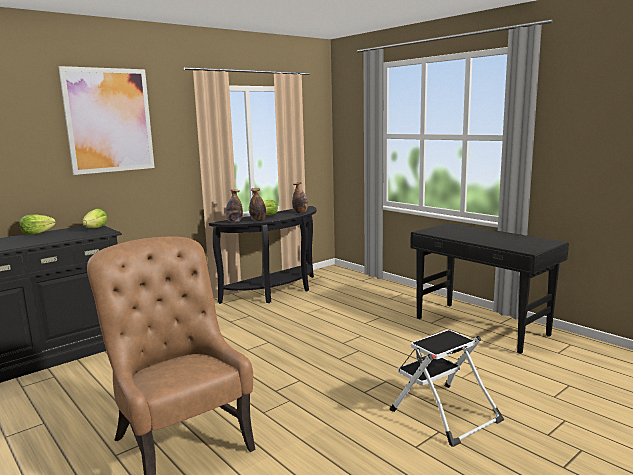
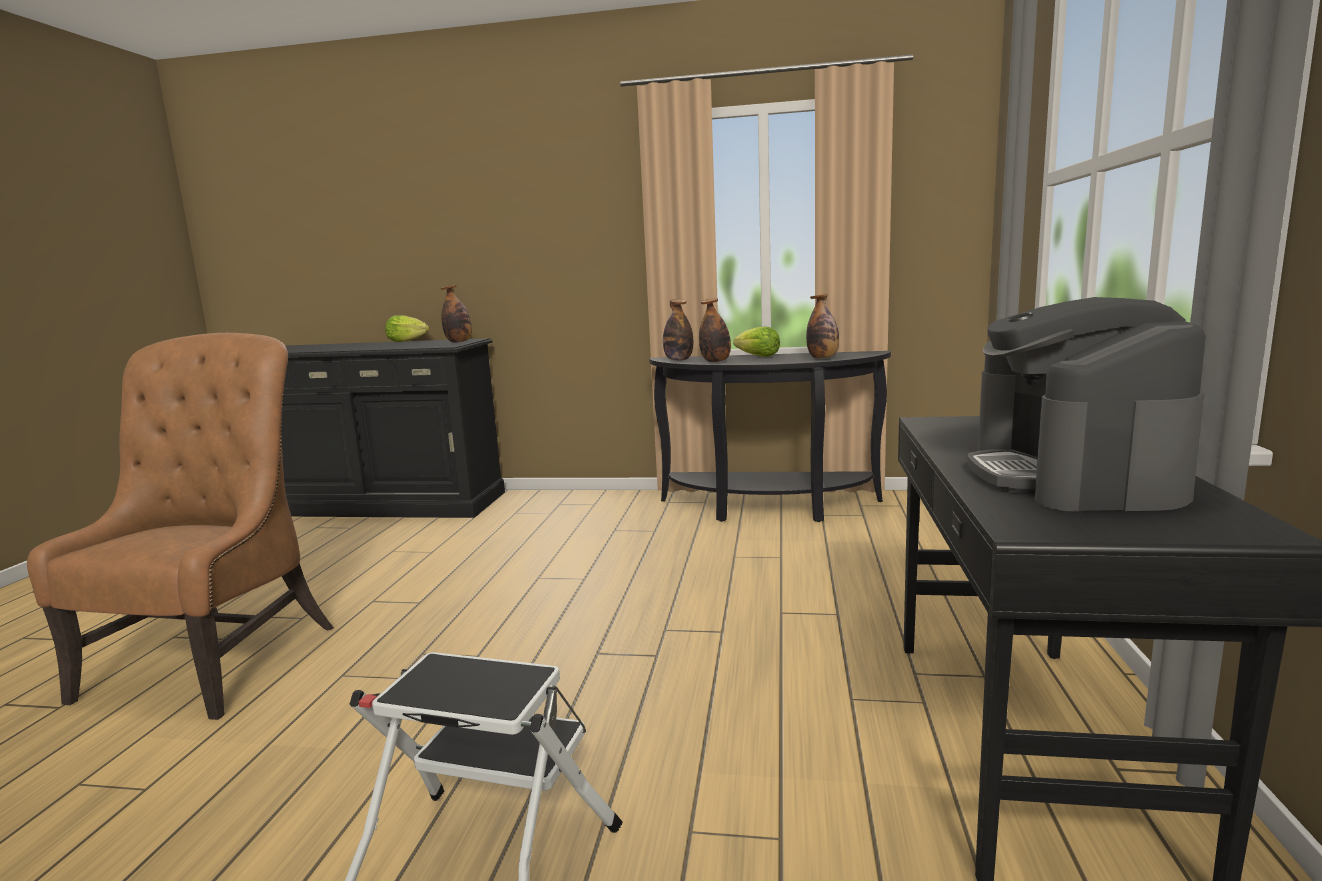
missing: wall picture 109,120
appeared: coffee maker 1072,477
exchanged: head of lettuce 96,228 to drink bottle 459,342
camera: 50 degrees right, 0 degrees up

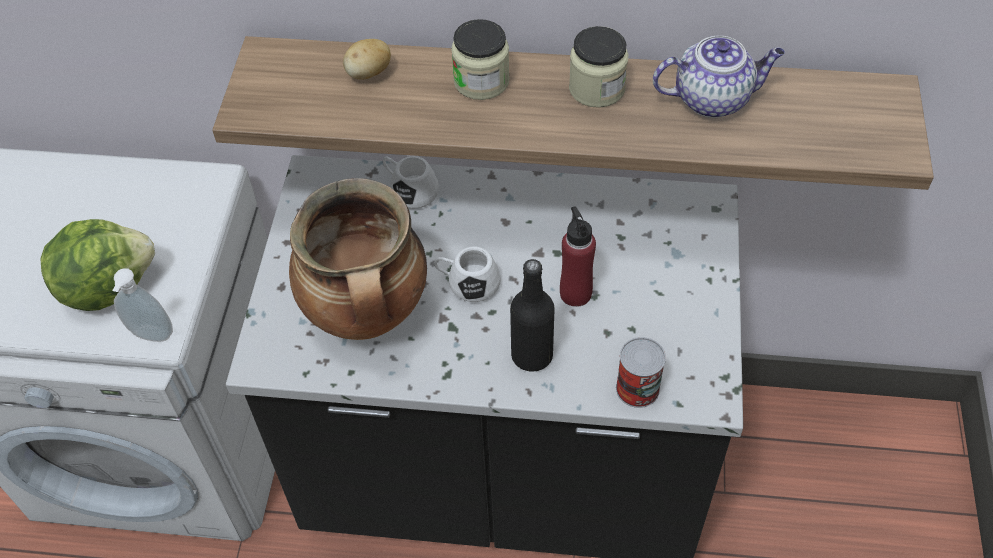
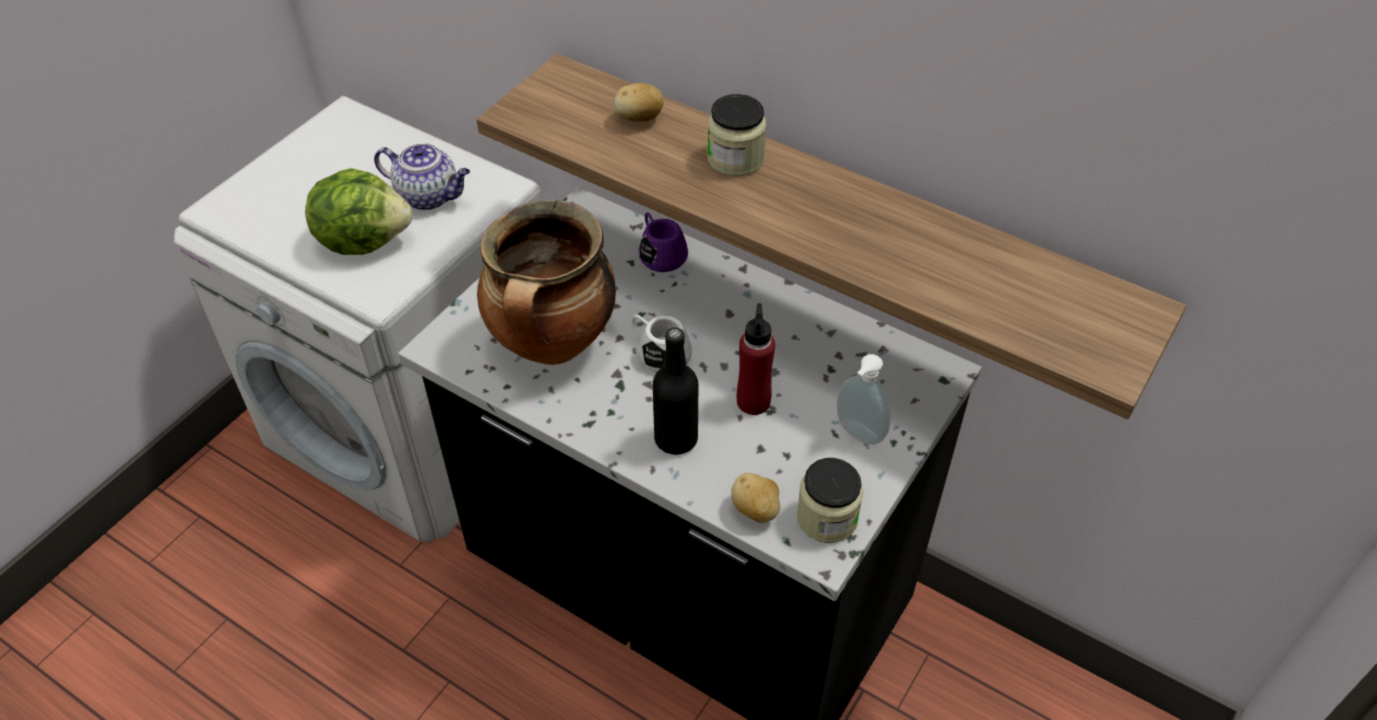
relocated: teapot 713,98 to 430,196; jar 597,88 to 827,518; soap dispenser 151,336 to 857,435
exchanged: metal can 637,388 to potato 756,510
colour: whitish mug 409,189 to purple mug 660,253
camera: 25 degrees right, 5 degrees down

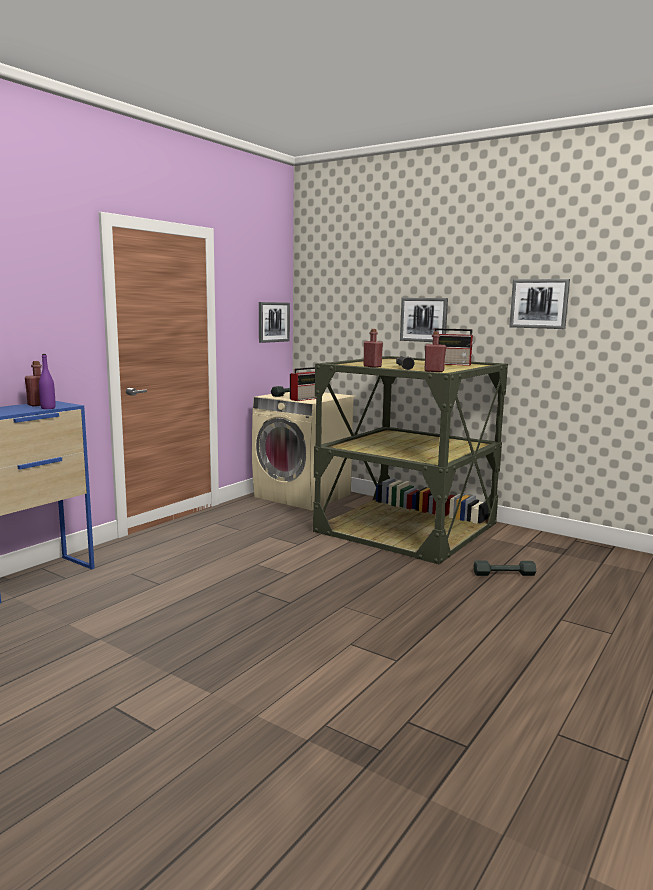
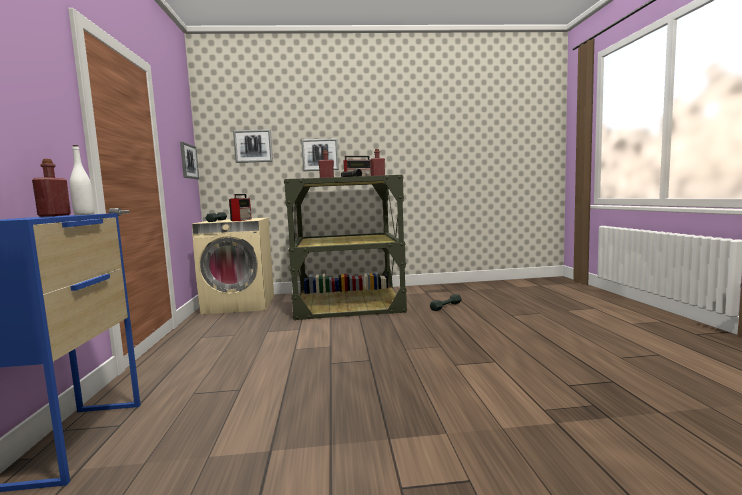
relocated: wall picture 539,303 to 253,146
colour: purple drink bottle 48,408 to whitish drink bottle 84,214
camera: 40 degrees left, 5 degrees down

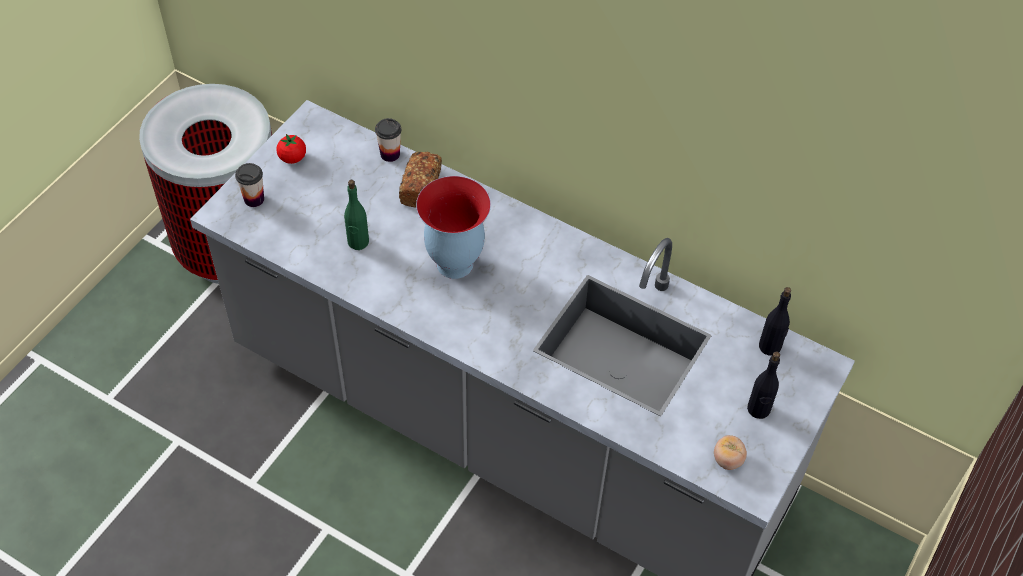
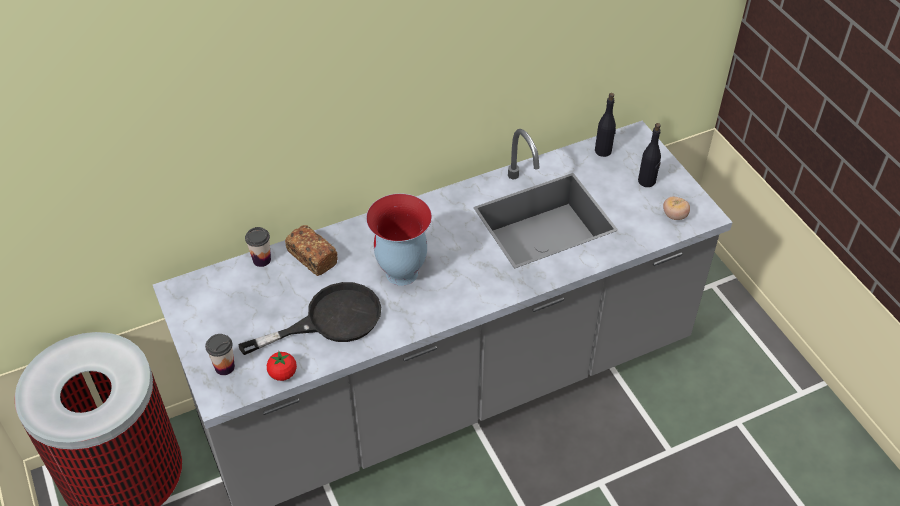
relocated: fresh tomato 292,158 to 283,374
exchanged: green-coloured drink bottle 358,242 to blackish skillet 330,320
camera: 55 degrees left, 5 degrees down

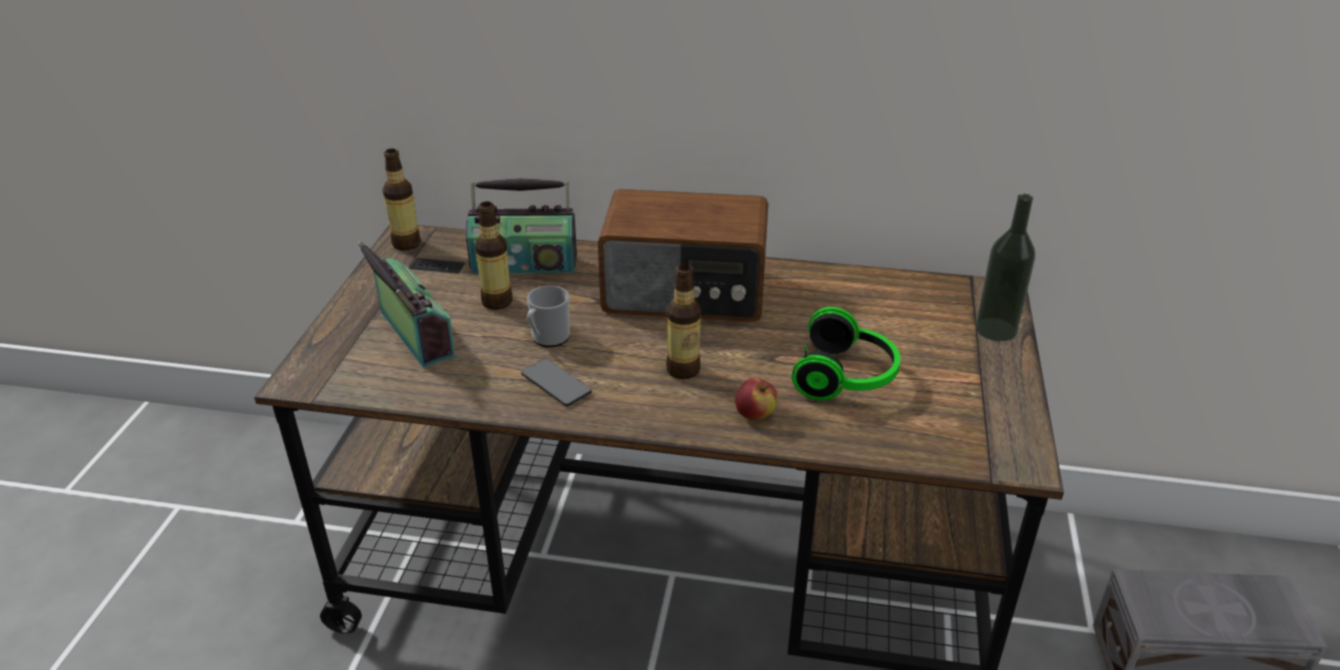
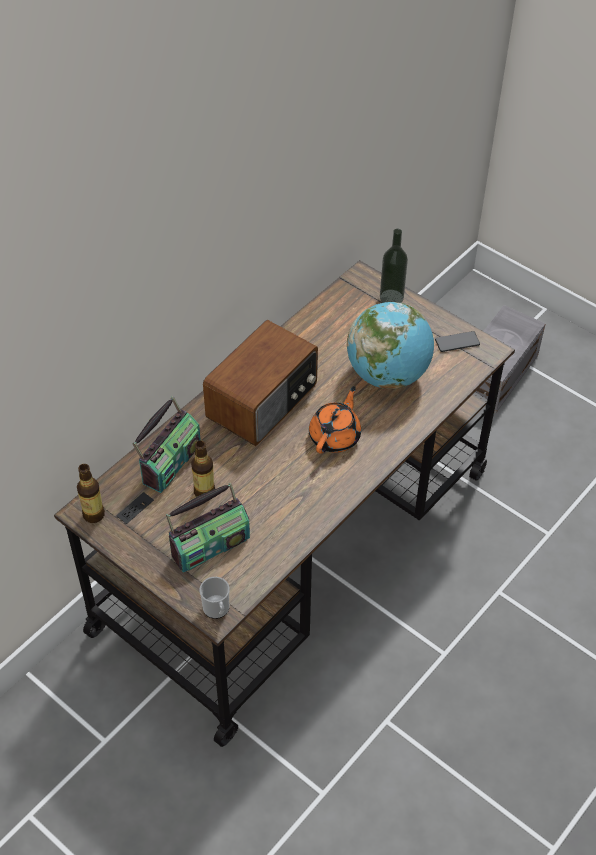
missing: apple 755,415
relocated: mug 548,339 to 217,610; handset 556,383 to 457,342
exchanged: drink bottle 683,370 to orangey teapot 335,436; headset 847,377 to desk globe 388,375
spun: radio 413,335 = 209,545 150 degrees clockwise
camera: 60 degrees left, 15 degrees up

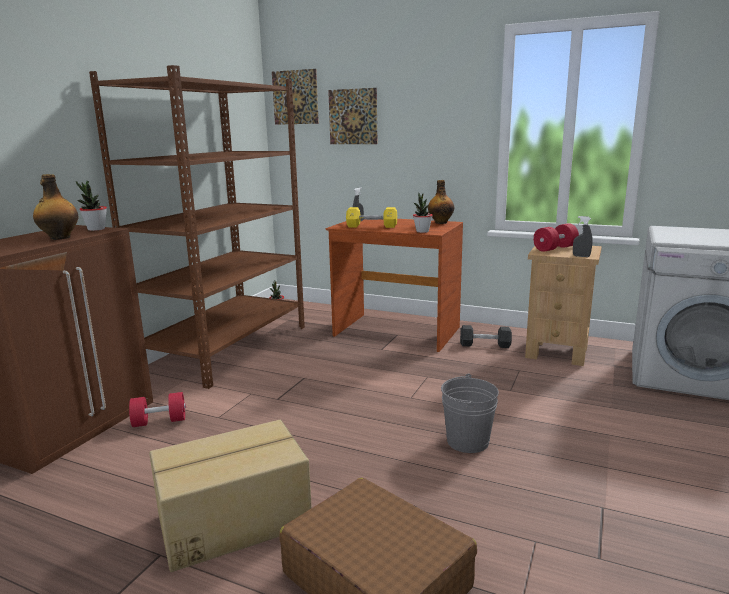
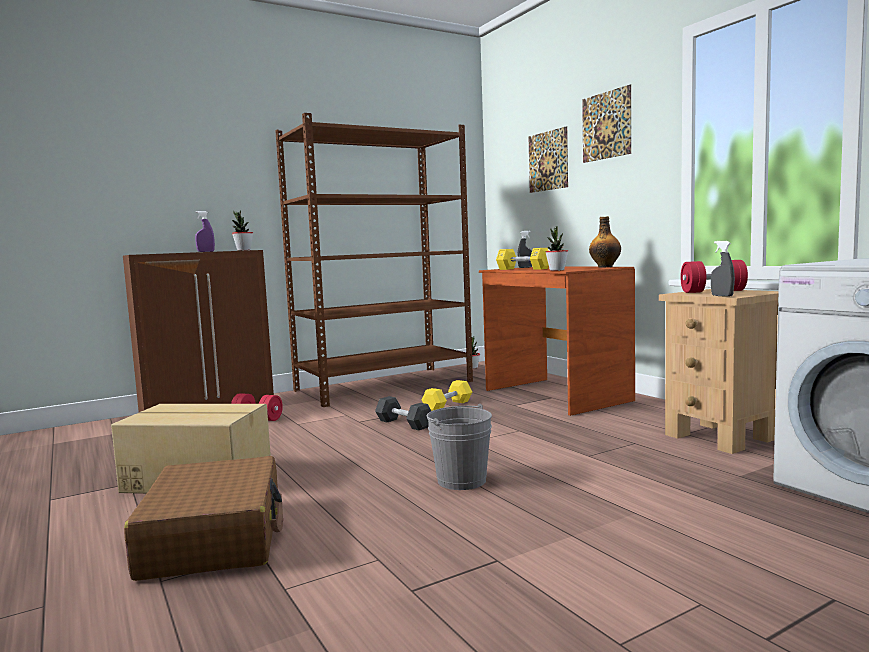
appeared: yellow free weight 447,406
relocated: blackish free weight 485,345 to 404,424; wall picture 295,97 to 606,125
exchanged: drink bottle 59,238 to purple spray bottle 205,251
camera: 35 degrees right, 10 degrees down

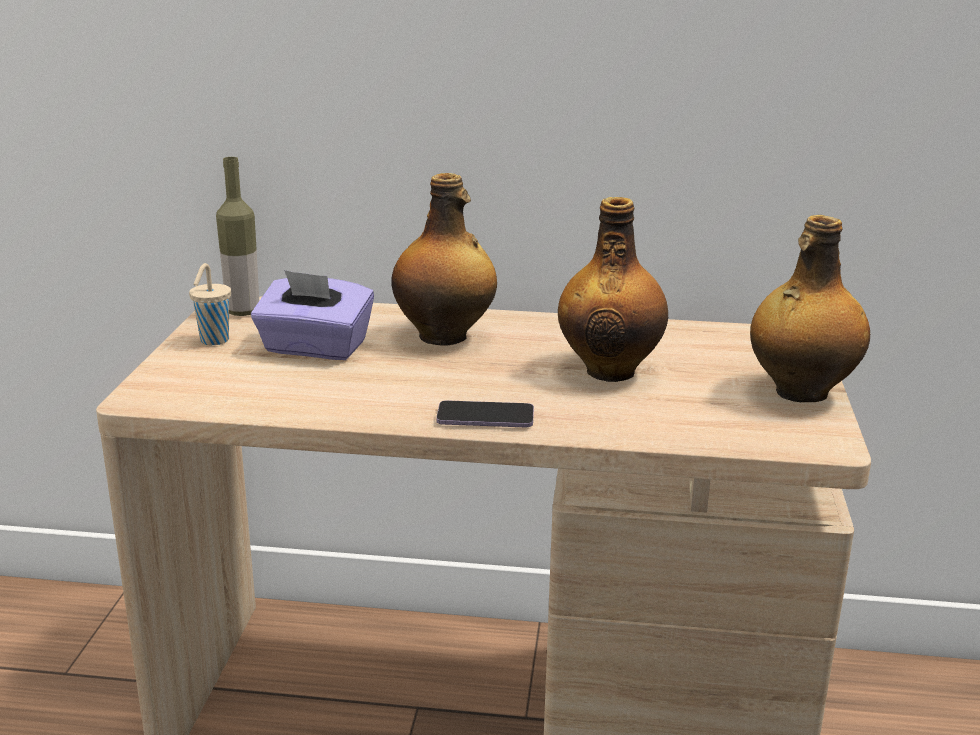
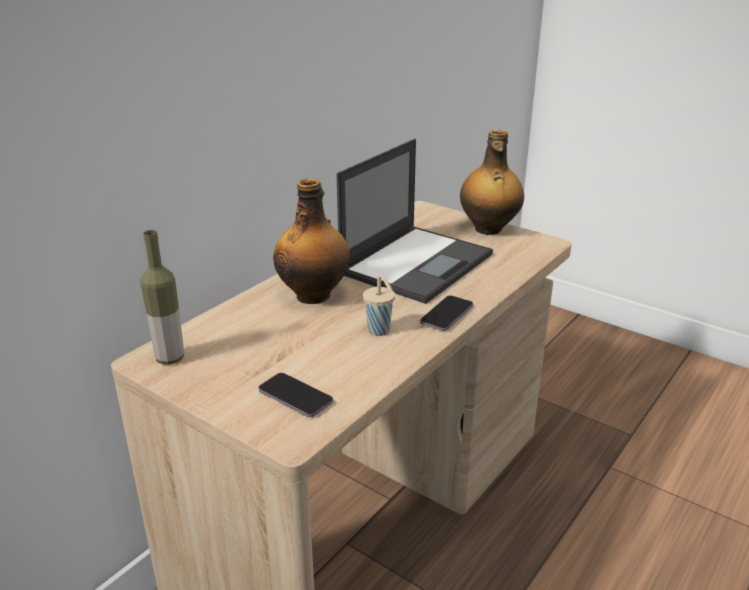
missing: purple box of tissues 314,348
appeared: handset 295,397
relocated: beige-coloured cup 213,341 to 380,331
exchanged: drink bottle 610,370 to portable computer 417,263
camera: 60 degrees left, 5 degrees up

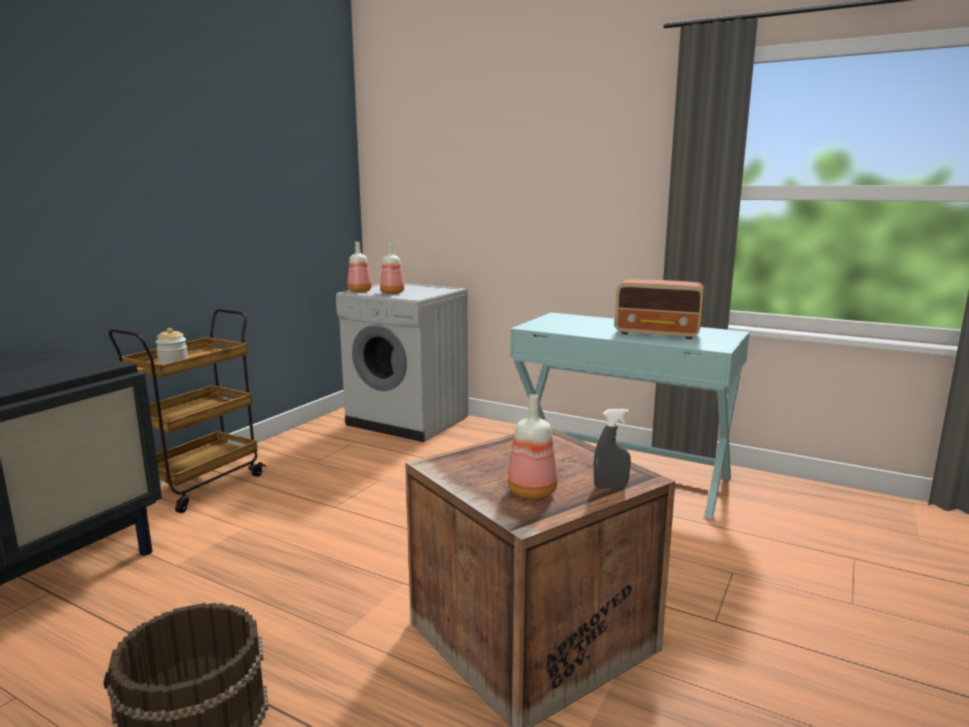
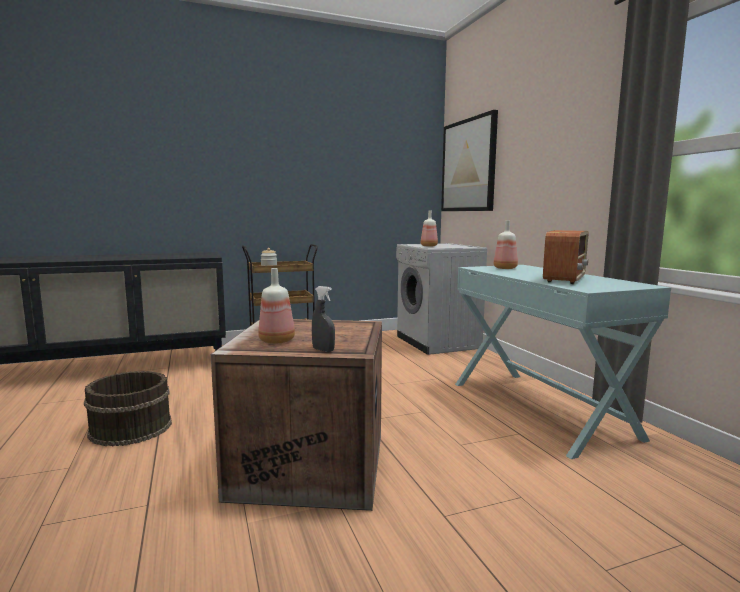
appeared: wall picture 468,165
relocated: drink bottle 360,291 to 506,268
spun: radio 658,334 = 565,279 120 degrees counterclockwise
camera: 40 degrees right, 5 degrees down

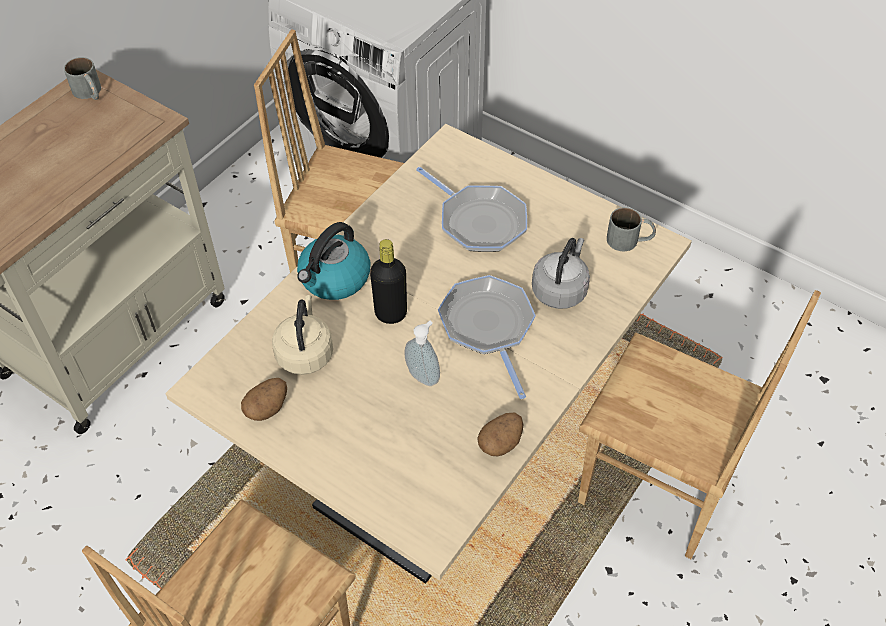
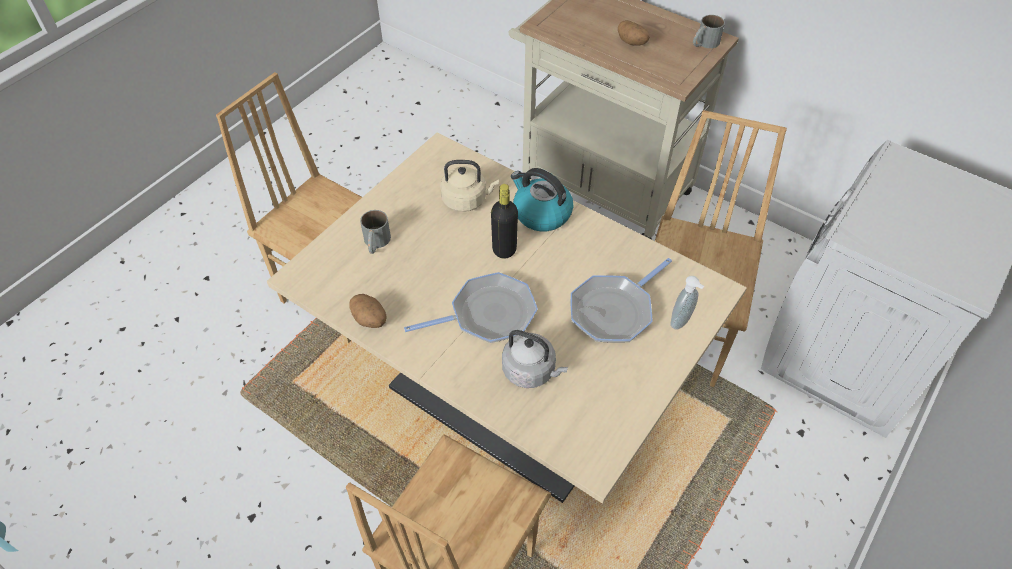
relocated: grey mug 630,240 to 376,243; potato 267,408 to 632,42; soap dispenser 424,375 to 682,322
camera: 90 degrees right, 0 degrees up

